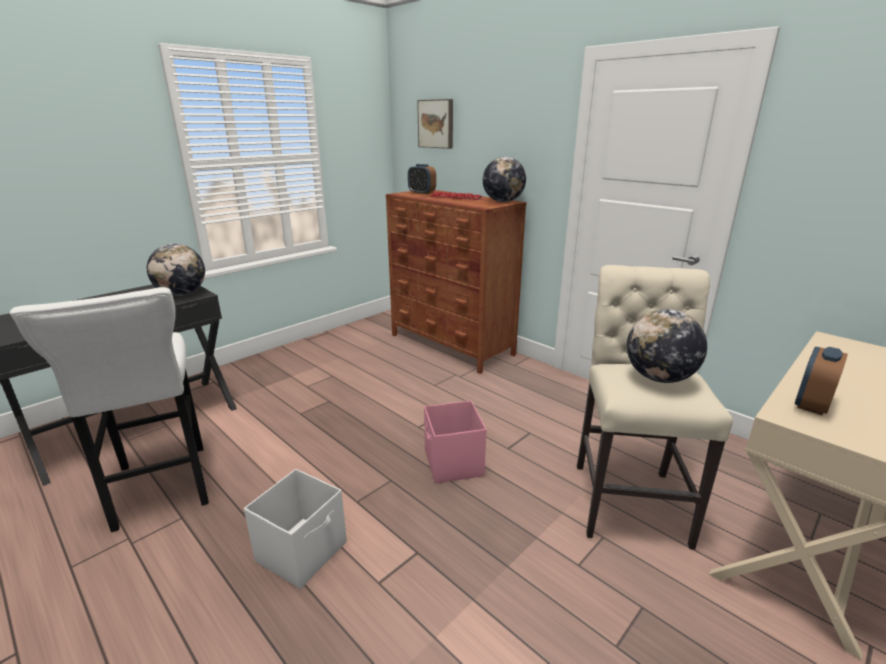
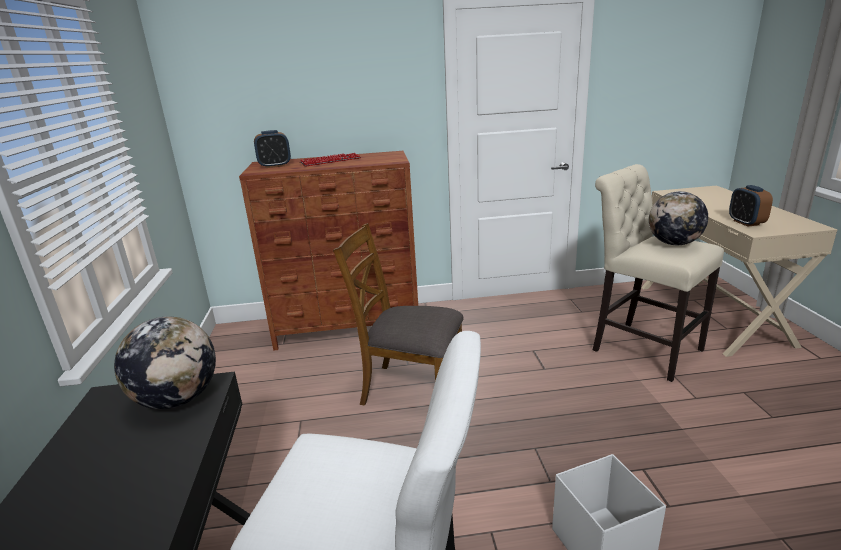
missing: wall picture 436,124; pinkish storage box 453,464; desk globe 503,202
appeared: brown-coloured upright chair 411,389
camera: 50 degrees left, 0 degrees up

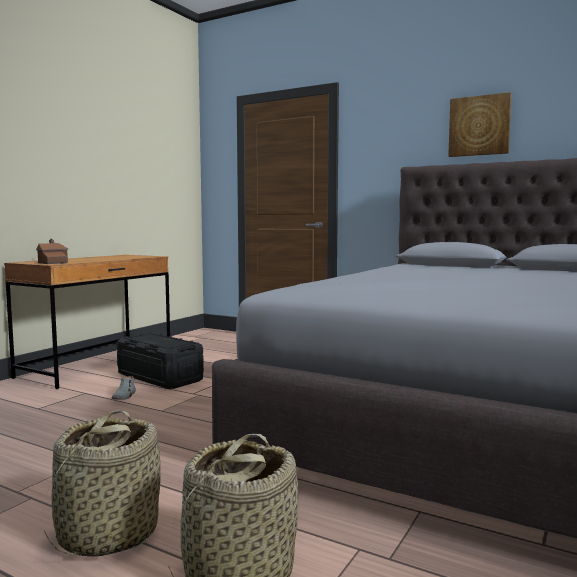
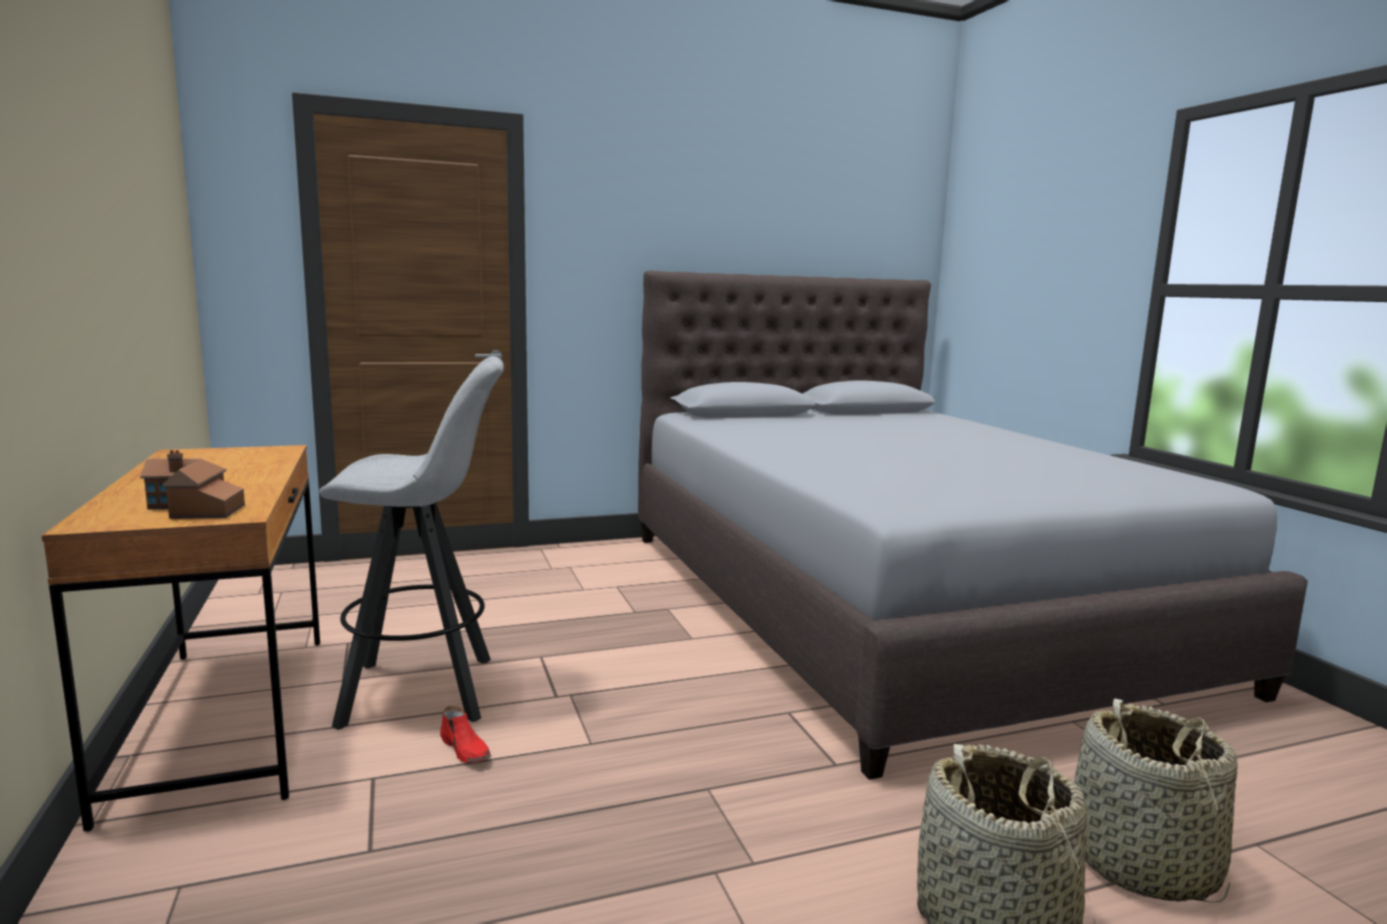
missing: wall picture 479,126
exchanged: blackish storage box 160,377 to grey stool seat 424,691
colour: grey item of footwear 124,396 to reddish item of footwear 466,750
camera: 50 degrees left, 5 degrees up

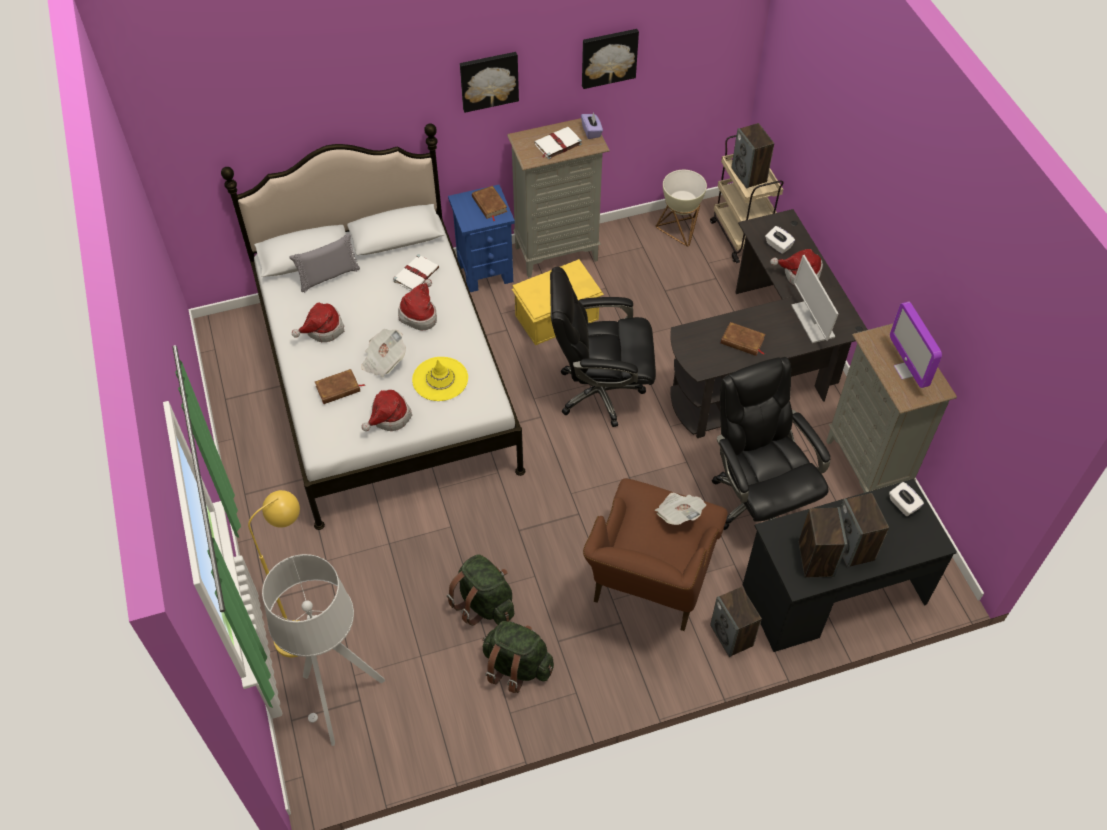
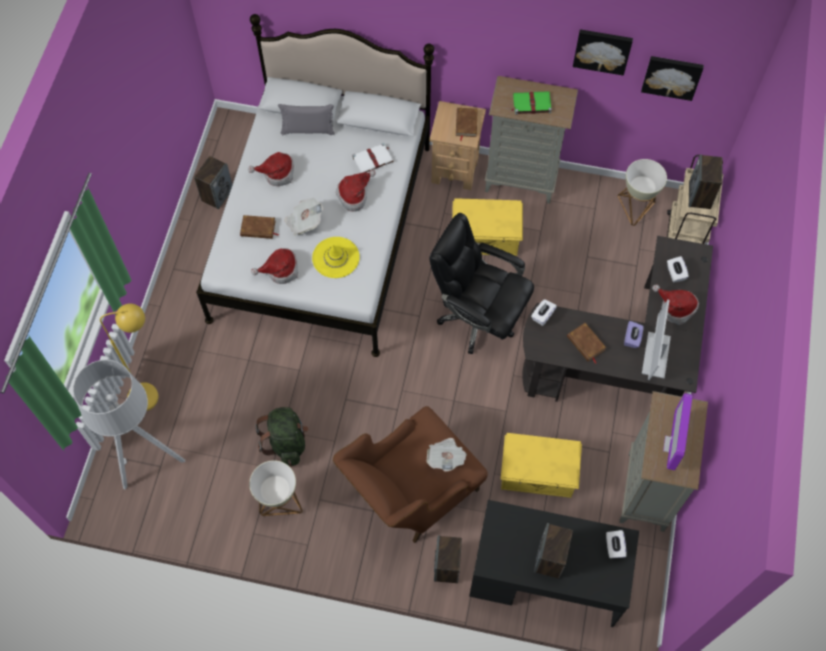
appeared: whitish box of tissues 542,316
relocated: audio speaker 815,559 to 217,194; purple box of tissues 591,131 to 632,338; wall picture 489,80 to 672,76
exchanged: green-coloured rucksack 516,666 to flower pot 279,502; blackish computer chair 757,503 to yellow storage box 538,474
colour: blue-coloured night table 486,271 to beige-coloured night table 455,170; whitish bound book 557,144 to green-coloured bound book 531,104
camera: 30 degrees right, 10 degrees up

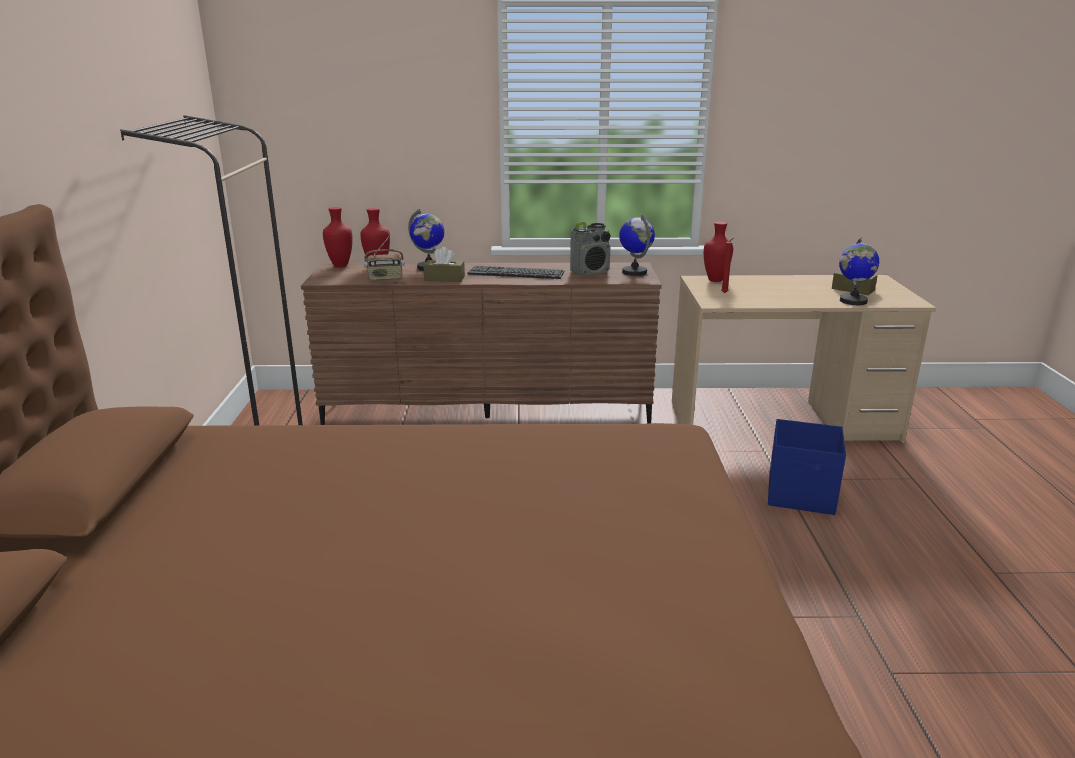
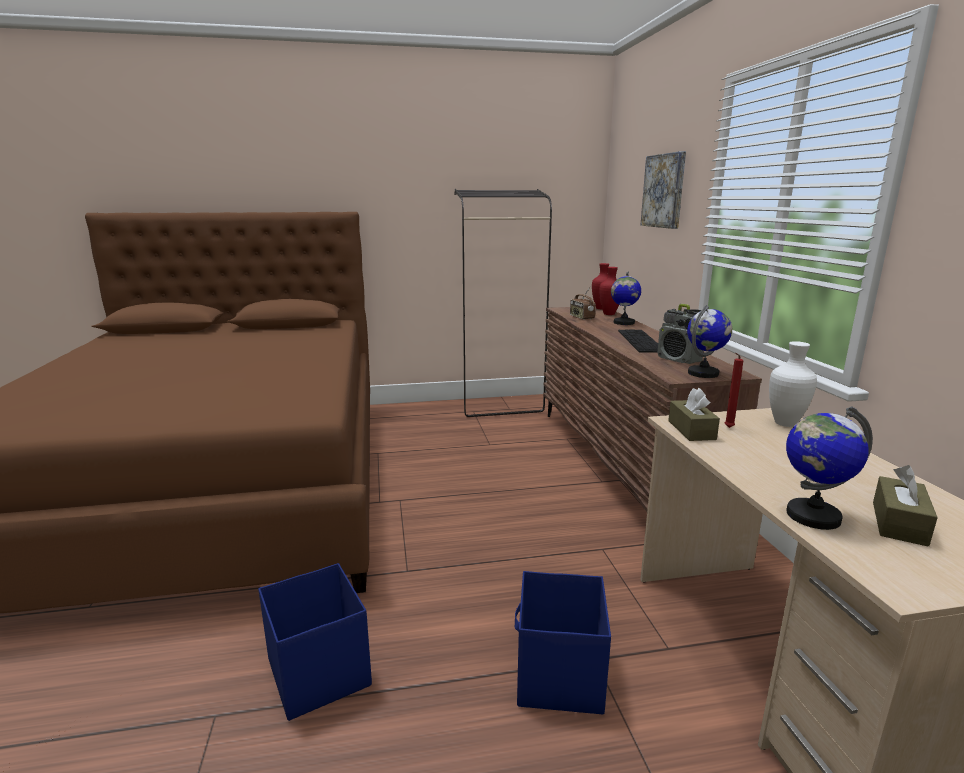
appeared: blue-coloured storage box 319,672; wall picture 664,191
relocated: brown-coloured box of tissues 444,278 to 691,430
colour: reddish flower vase 714,280 to whitish flower vase 784,423
camera: 80 degrees right, 5 degrees down

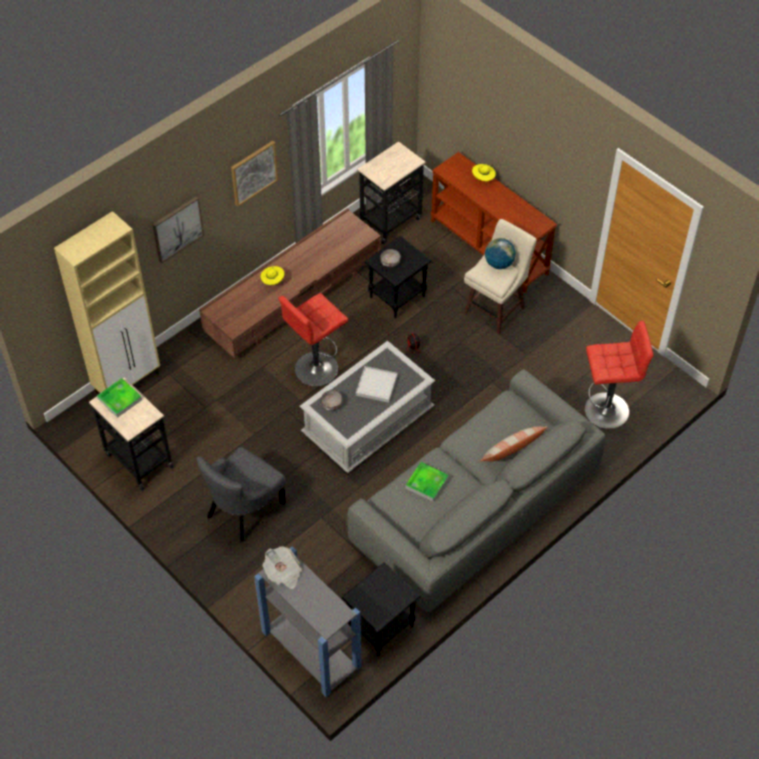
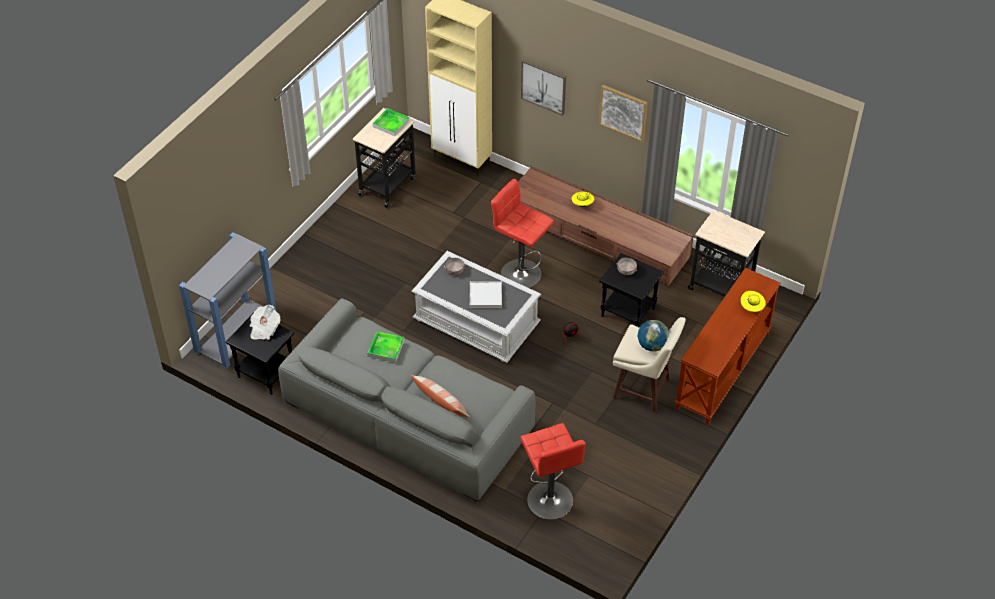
missing: grey easy chair 245,508
relocated: printed paper 283,573 to 264,329
camera: 75 degrees right, 5 degrees down

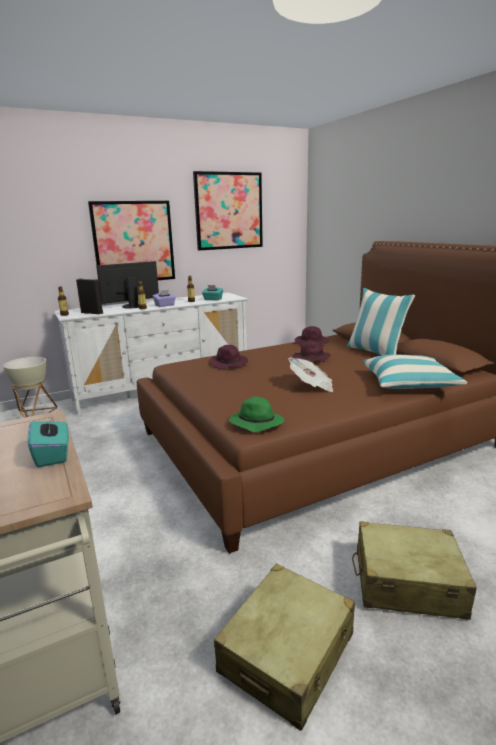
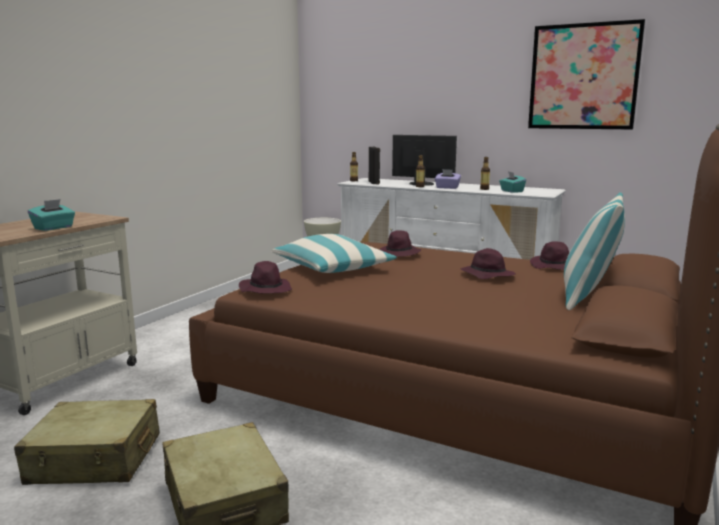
missing: wall picture 133,242; printed paper 311,386
relocated: pillow 408,383 to 332,268
colour: green-coloured hat 255,423 to purple hat 265,290
camera: 55 degrees right, 5 degrees down

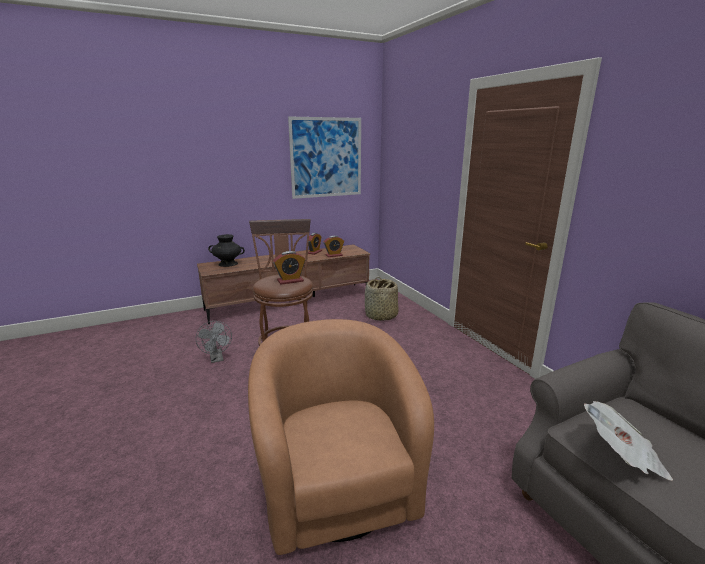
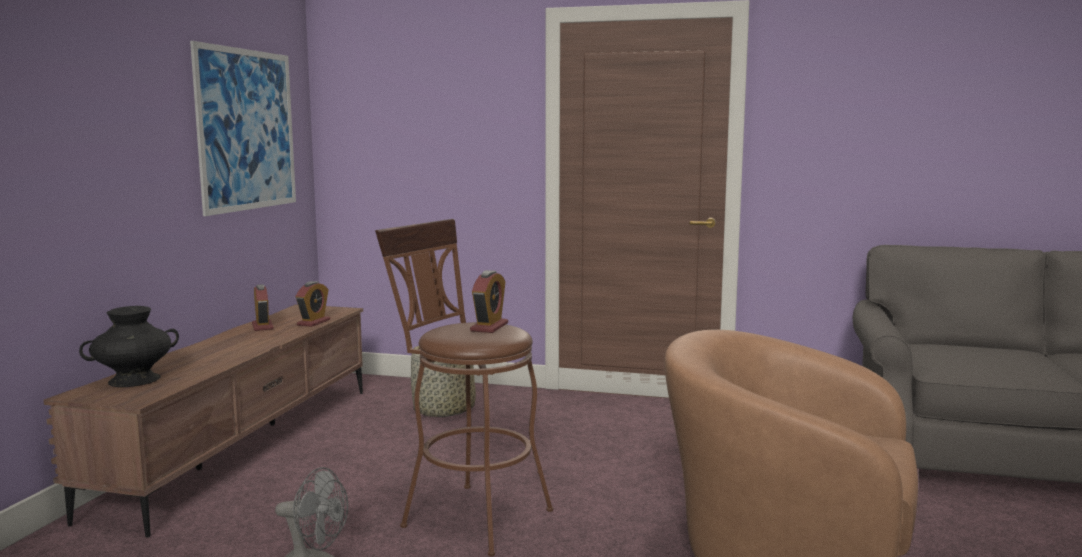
missing: printed paper 622,456
camera: 50 degrees left, 10 degrees down

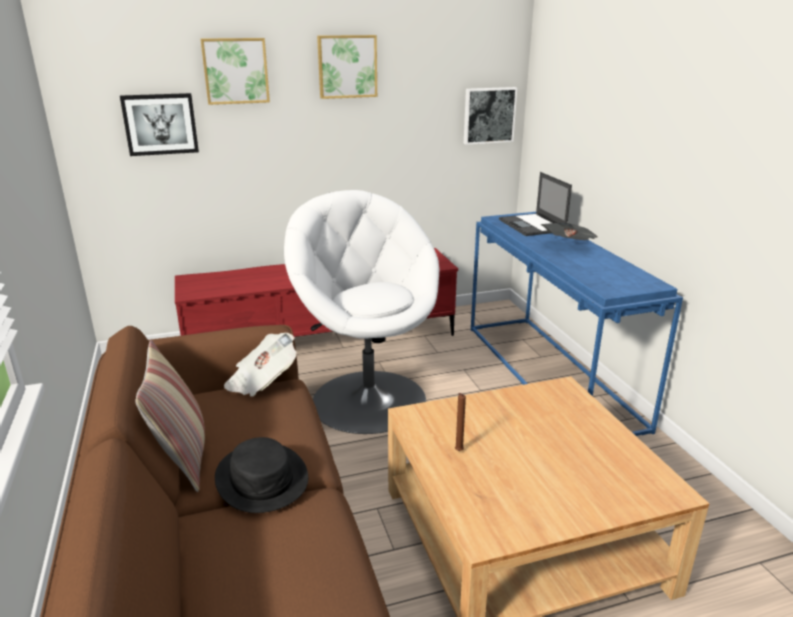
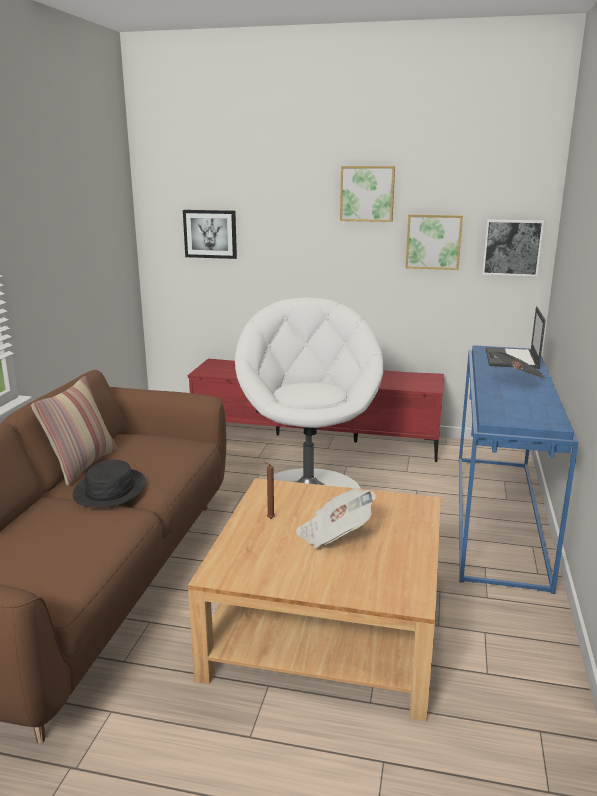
relocated: printed paper 261,381 to 334,535; wall picture 235,71 to 433,241
camera: 30 degrees right, 5 degrees down

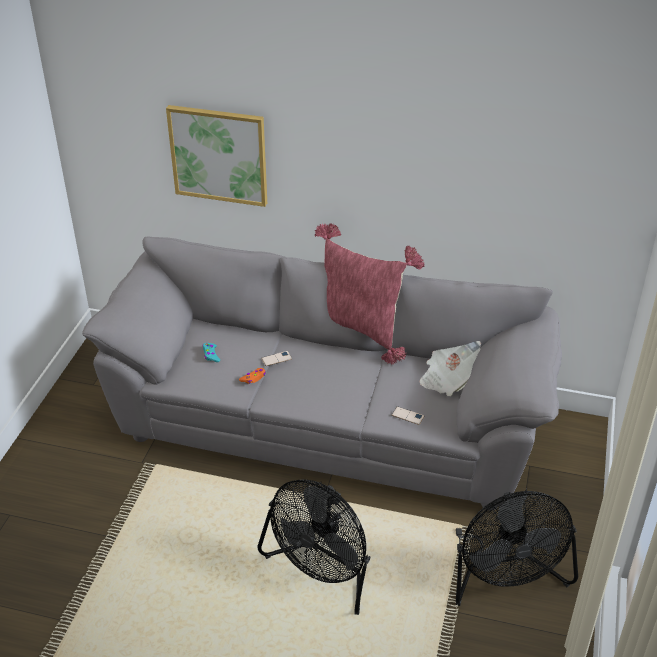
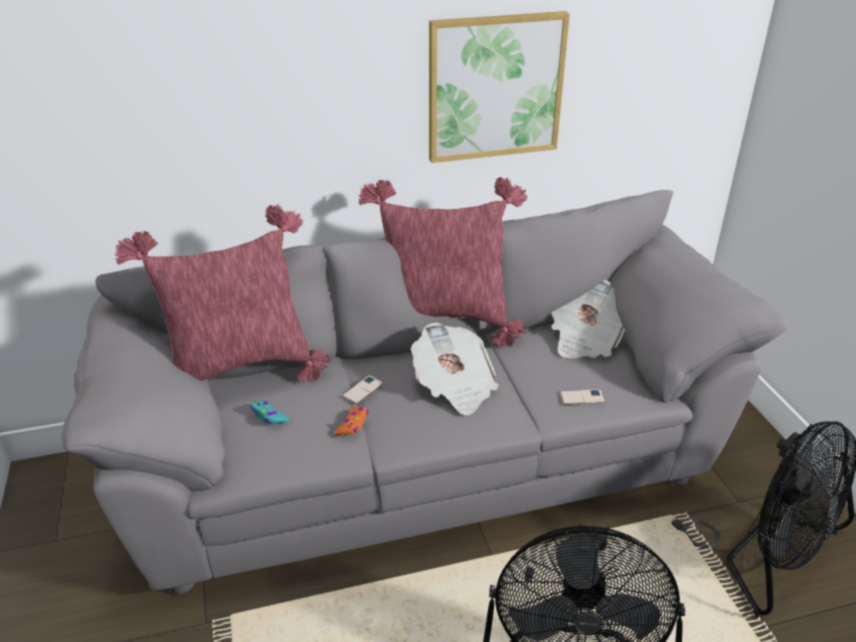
appeared: reddish pillow 240,380; printed paper 454,386
relocated: wall picture 219,155 to 495,87
camera: 30 degrees left, 5 degrees down

